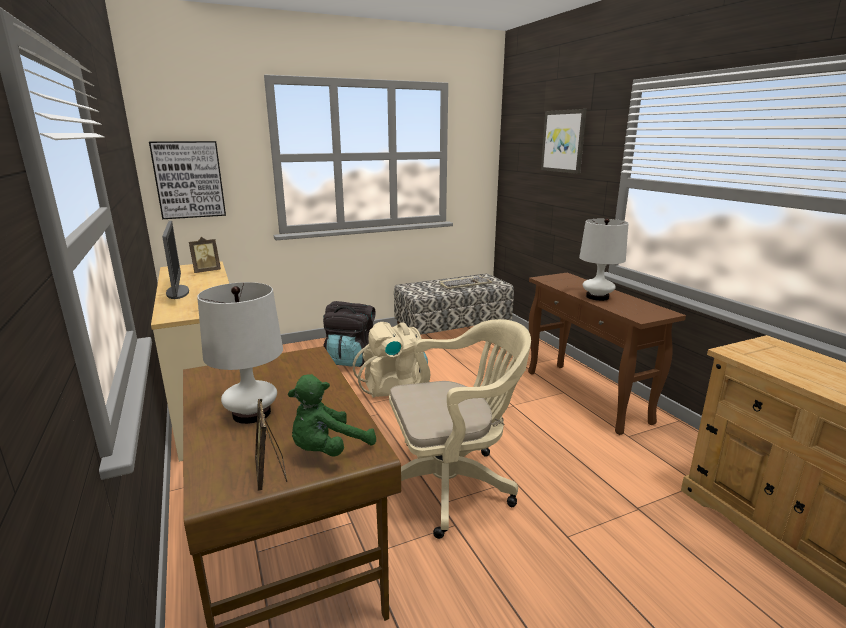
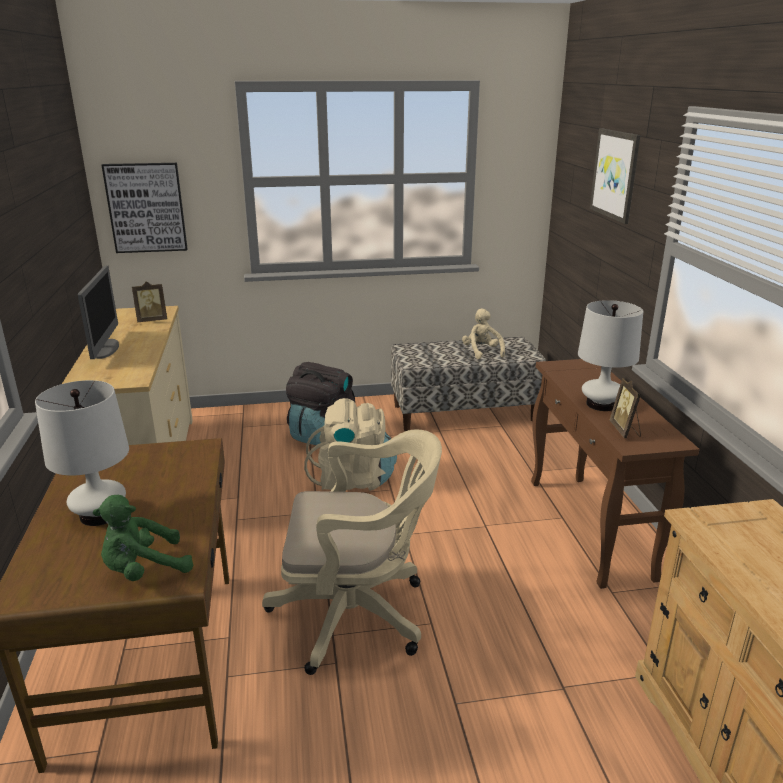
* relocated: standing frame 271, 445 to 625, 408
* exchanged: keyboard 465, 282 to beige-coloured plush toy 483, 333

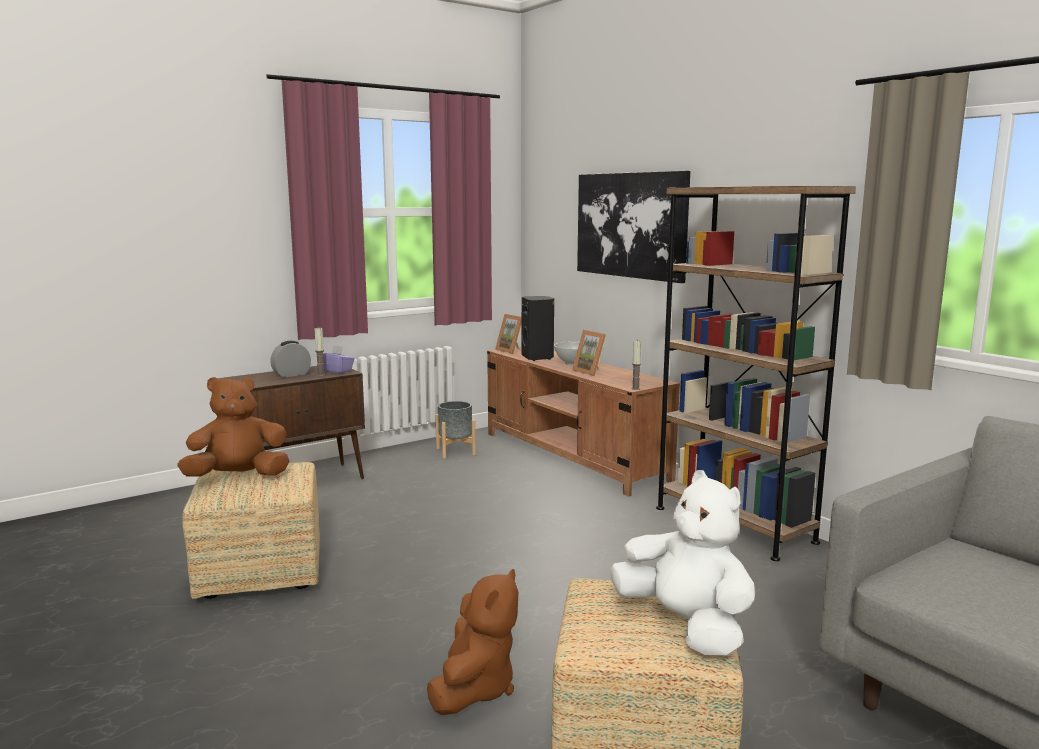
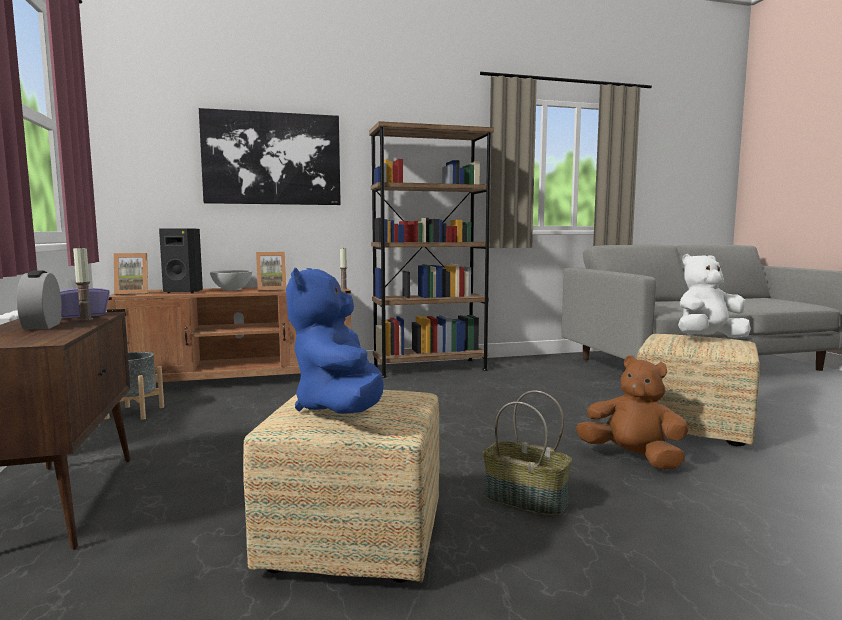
* colour: brownish plush toy 233, 426 to blue plush toy 335, 341
* appeared: storage basket 527, 454

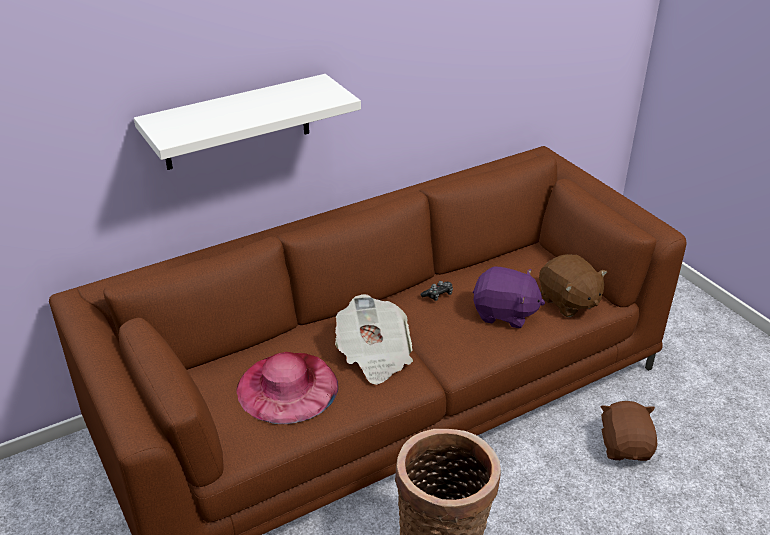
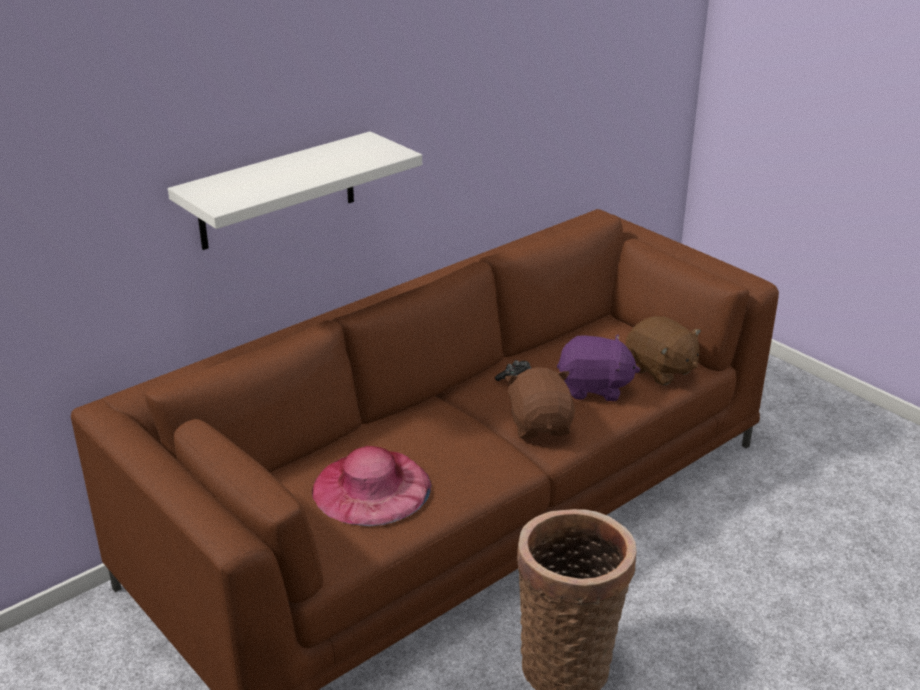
* missing: printed paper 374, 339
* relocated: brownish plush toy 629, 431 to 540, 403

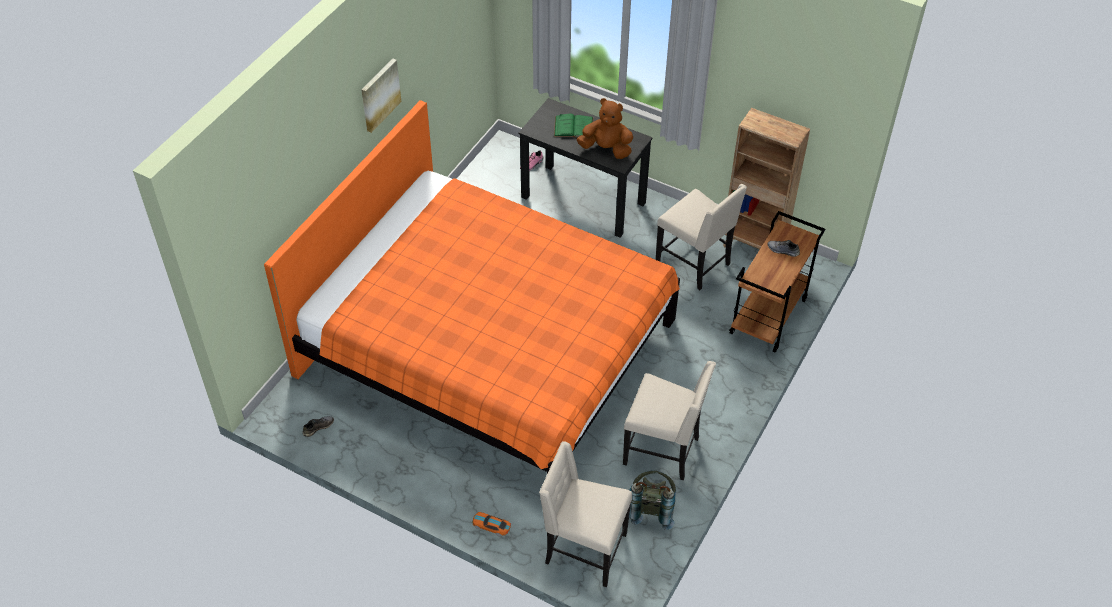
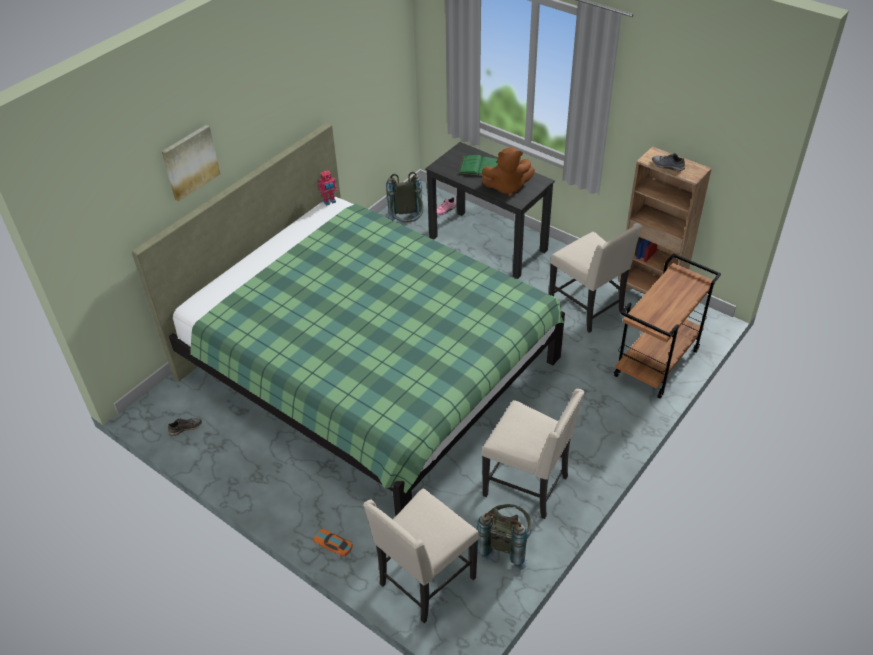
* colour: orange-coloured bedroom bed 472, 287 to green-coloured bedroom bed 348, 320
* relocated: wall art 381, 95 to 191, 163
* spun: beige-coloured chair 585, 514 = 421, 555 75 degrees counterclockwise
* spun: brownish plush toy 605, 128 = 508, 172 150 degrees clockwise
* relocated: grey item of footwear 784, 248 to 668, 162
* appeared: toy robot 328, 188
* appeared: grey rucksack 405, 197

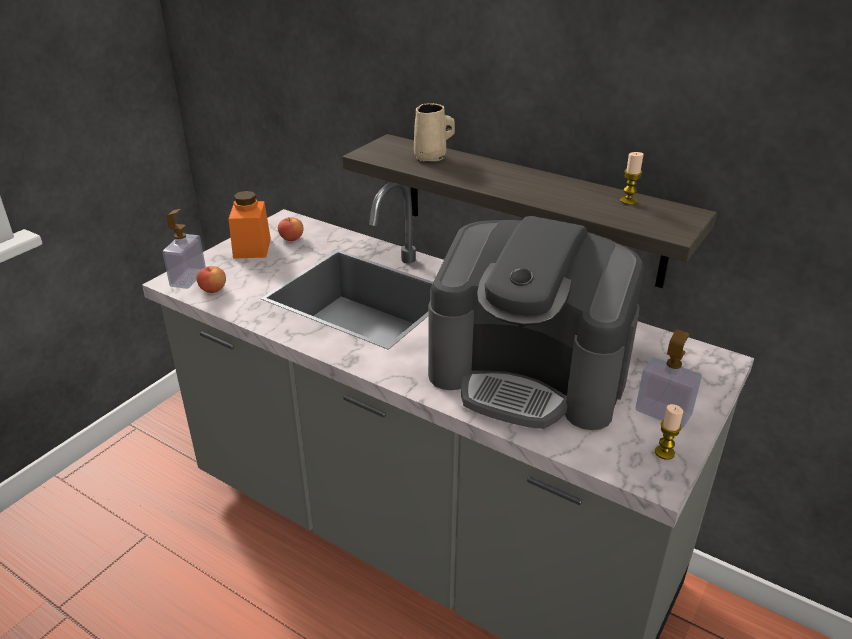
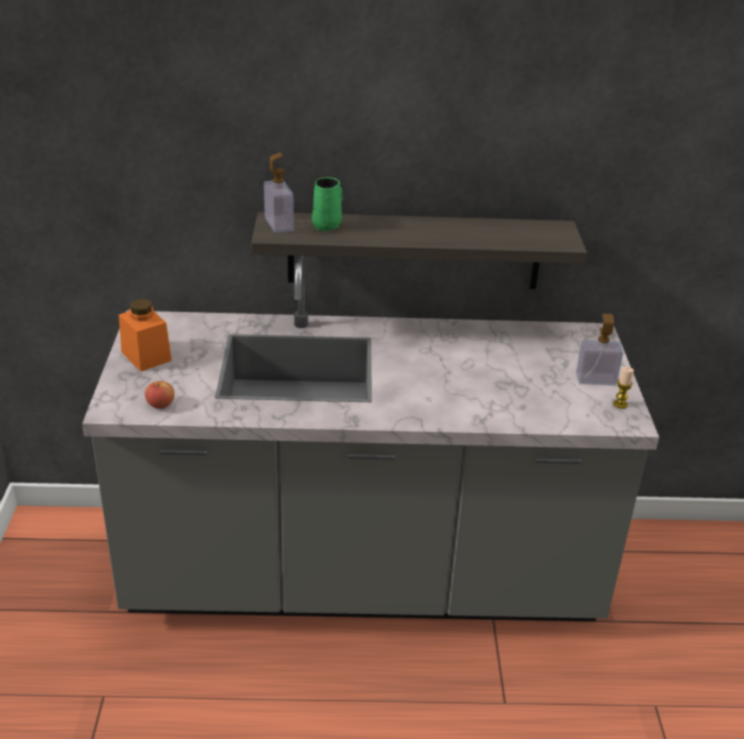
* relocated: soap bottle 184, 249 to 279, 192
* missing: apple 291, 229
* colour: beige-coloured mug 434, 132 to green-coloured mug 327, 204
* missing: coffee maker 536, 323
* missing: wax light 632, 178

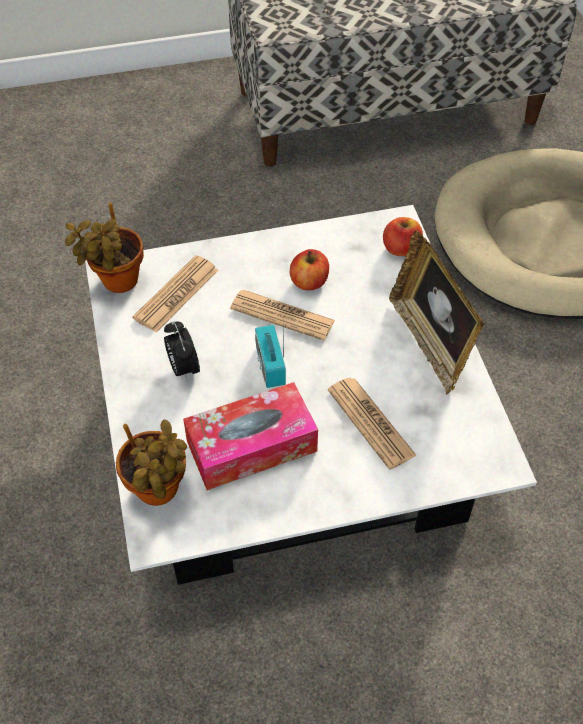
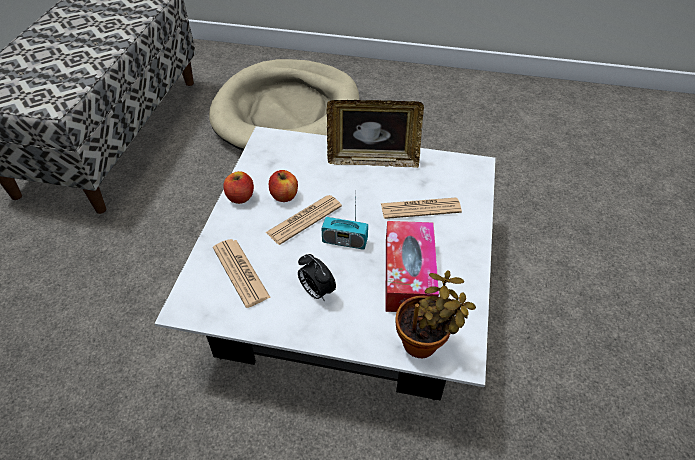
* missing: potted plant 104, 248
* spun: alarm clock 182, 351 = 317, 277 45 degrees clockwise
* relocated: apple 403, 236 to 238, 187

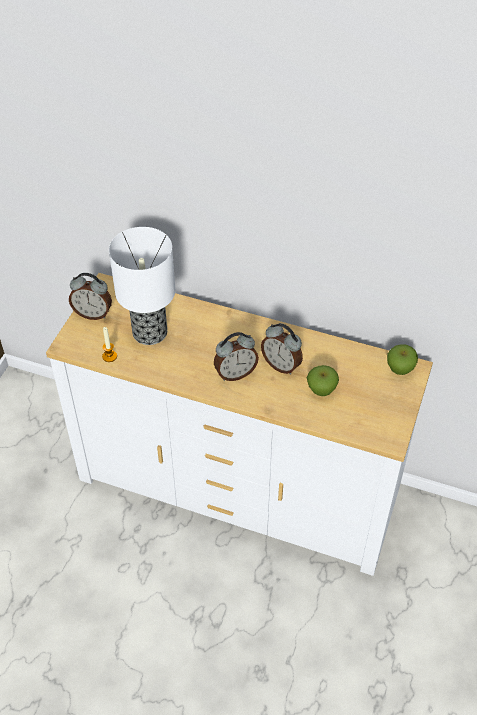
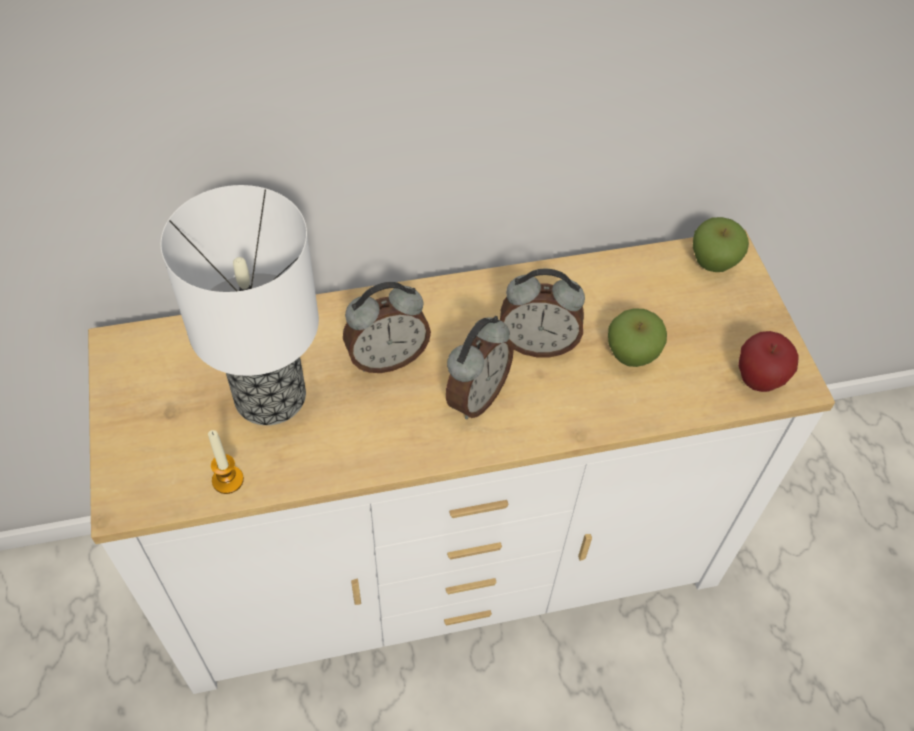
* relocated: alarm clock 90, 296 to 387, 327
* appeared: apple 768, 361

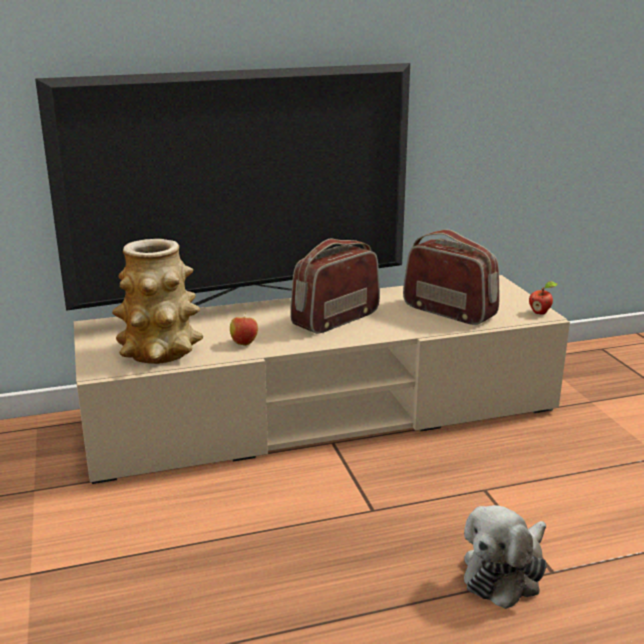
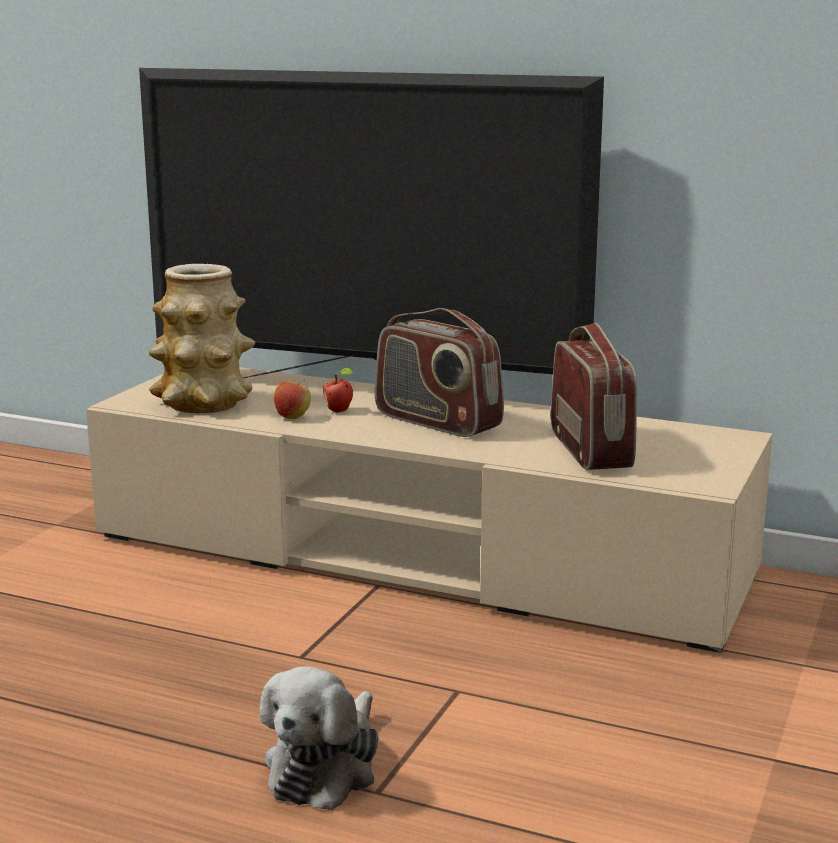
* spun: radio set 335, 286 = 439, 372 135 degrees counterclockwise
* spun: plush toy 505, 557 = 319, 738 60 degrees counterclockwise
* relocated: apple 543, 298 to 338, 390

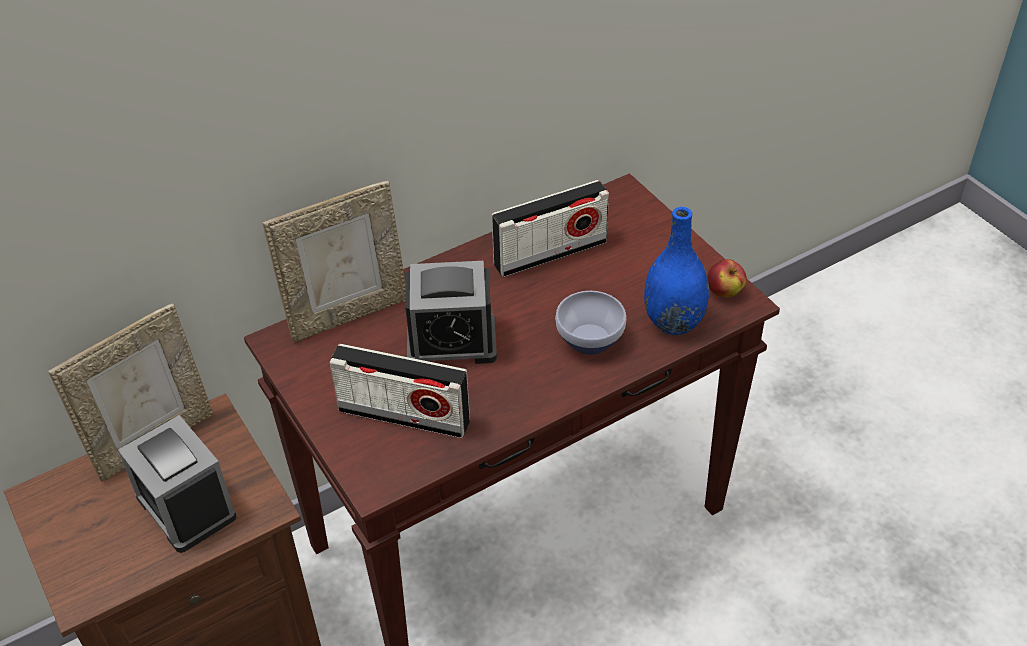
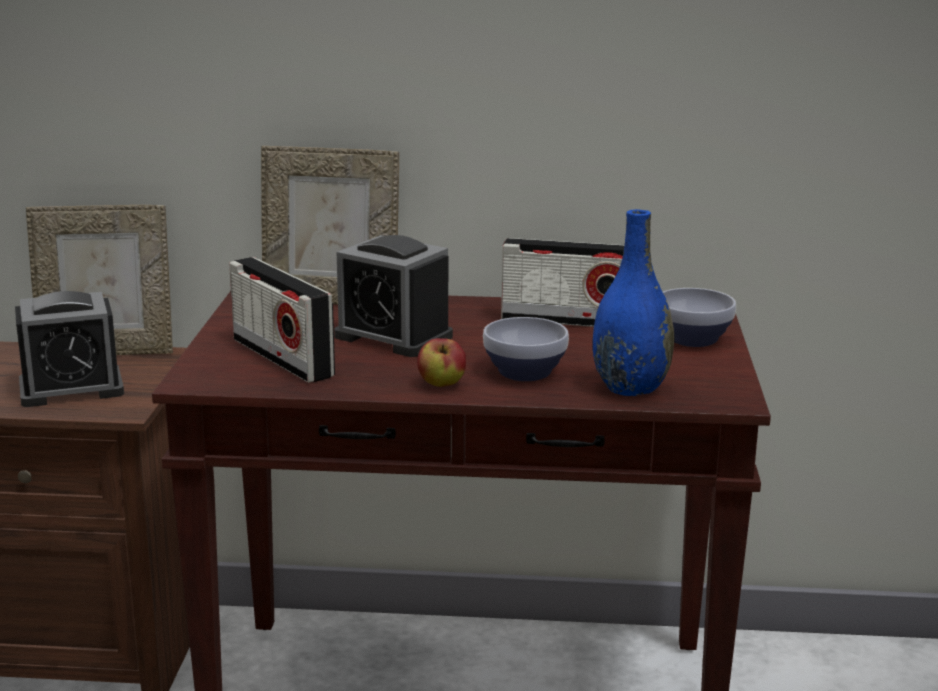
* spun: alarm clock 177, 484 = 69, 349 105 degrees counterclockwise
* relocated: apple 727, 278 to 441, 362
* appeared: bowl 699, 317

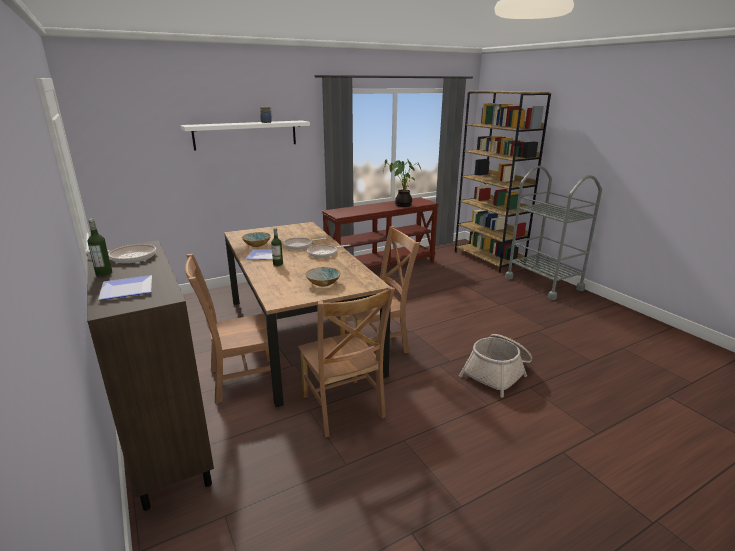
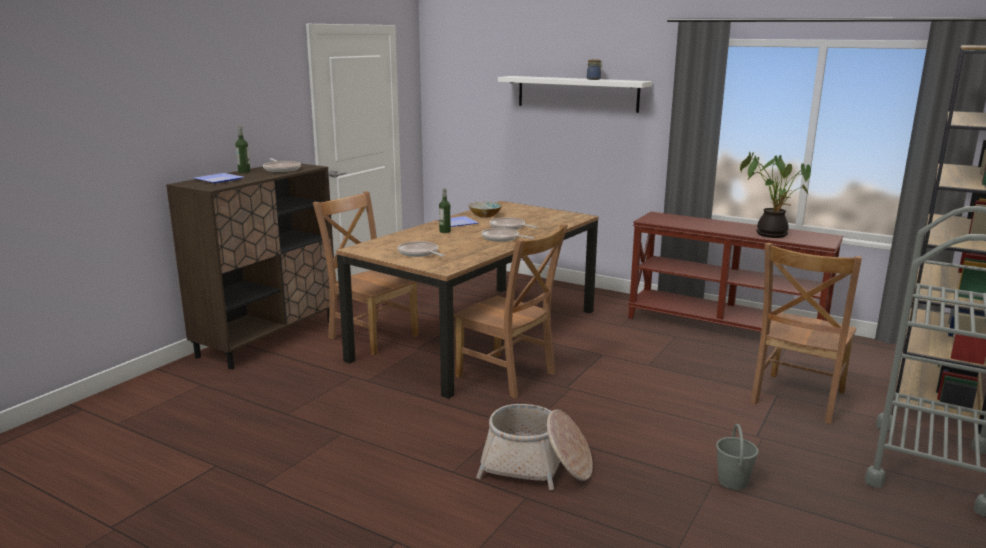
* relocated: brownish chair 346, 361 to 806, 333
* exchanged: bowl 323, 277 to skillet 421, 249
* appeared: grey bucket 737, 457

